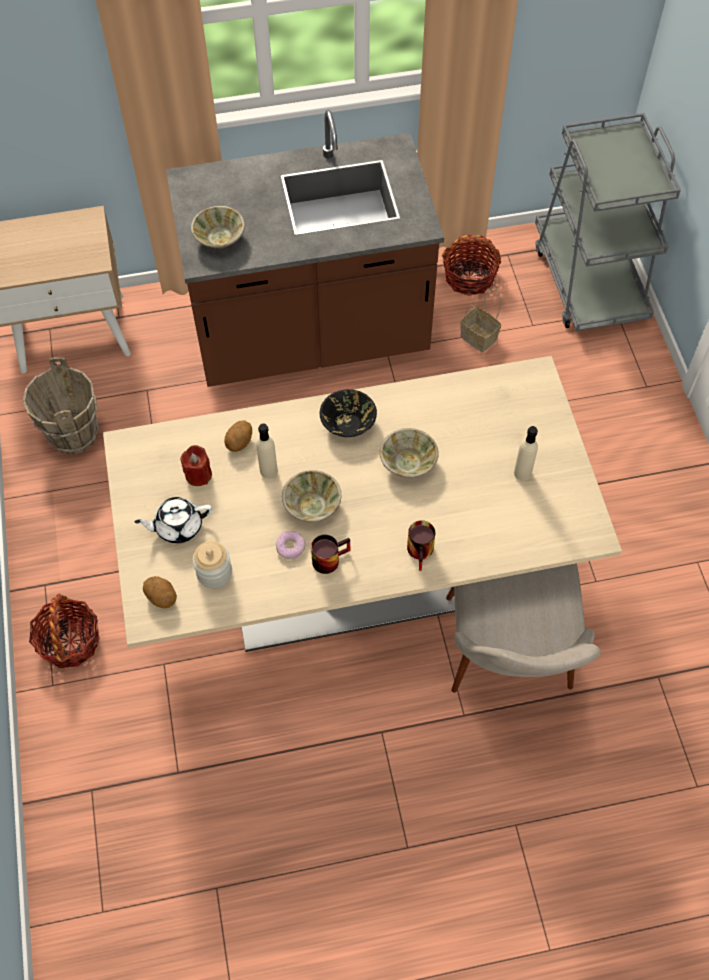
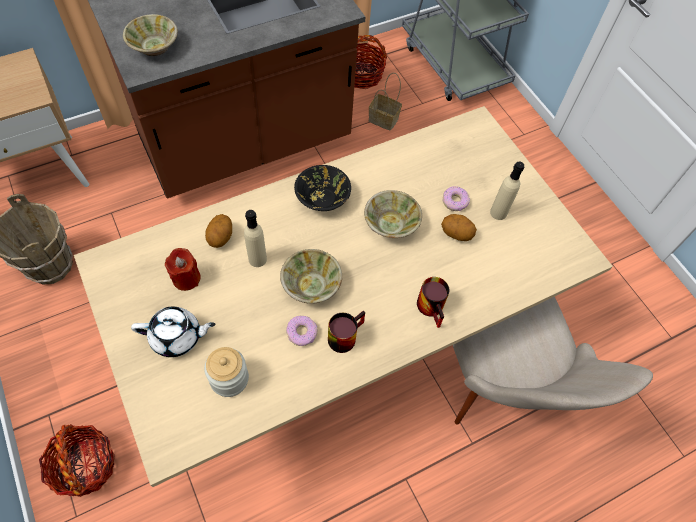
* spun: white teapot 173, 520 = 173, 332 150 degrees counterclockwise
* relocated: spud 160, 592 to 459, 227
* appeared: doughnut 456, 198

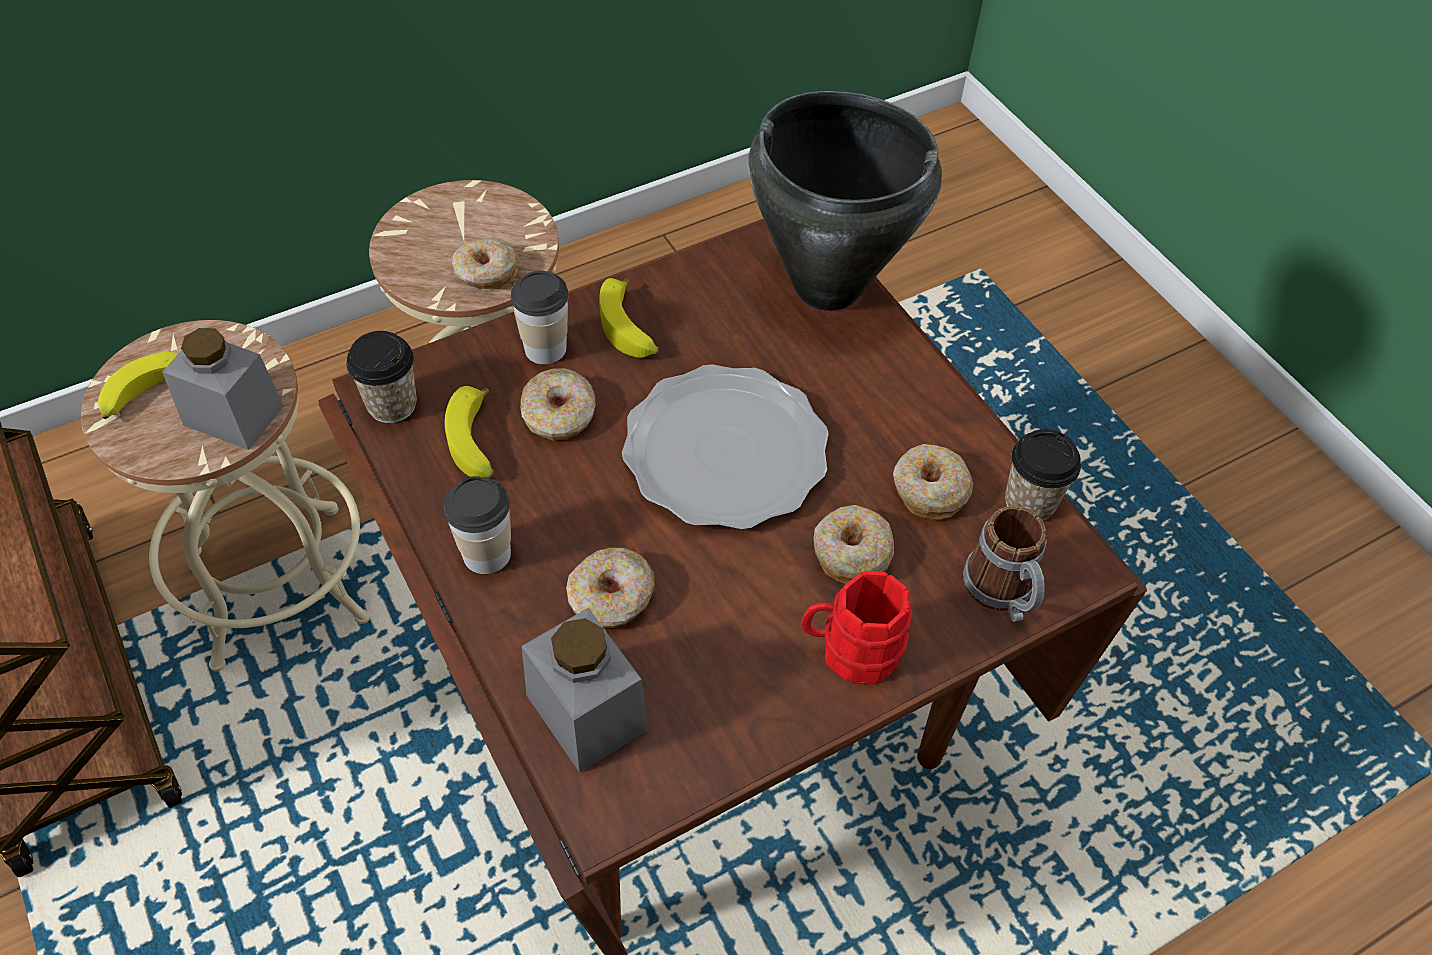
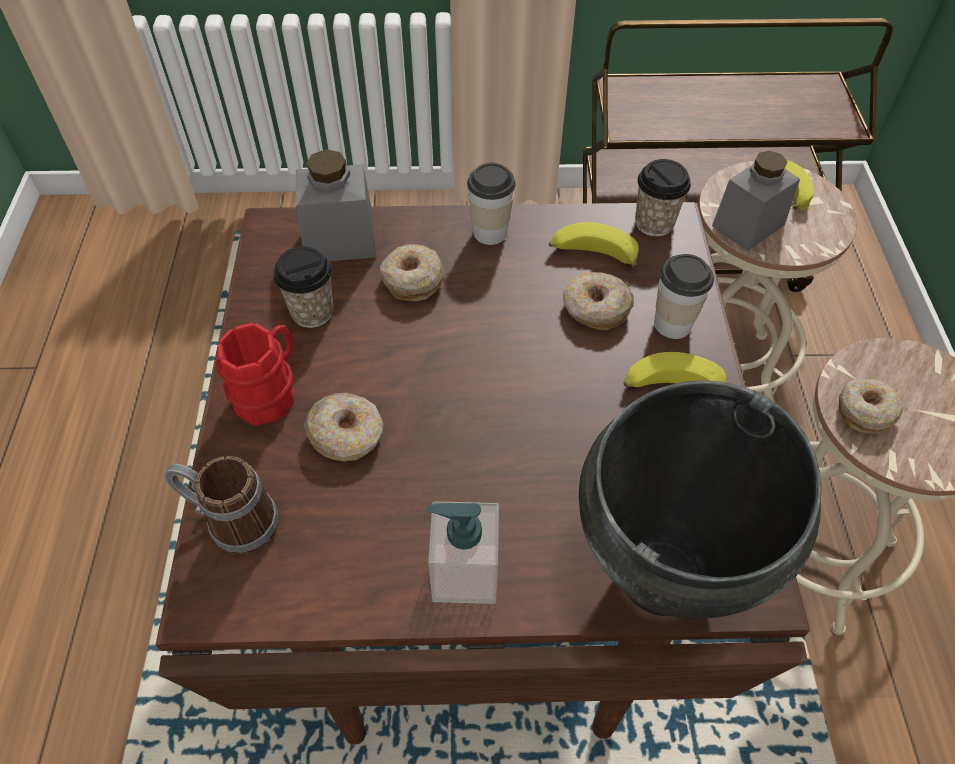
* missing: plate 725, 447
* missing: doughnut 933, 482
* relocated: cup 1043, 475 to 303, 287
* appeared: soap bottle 462, 552

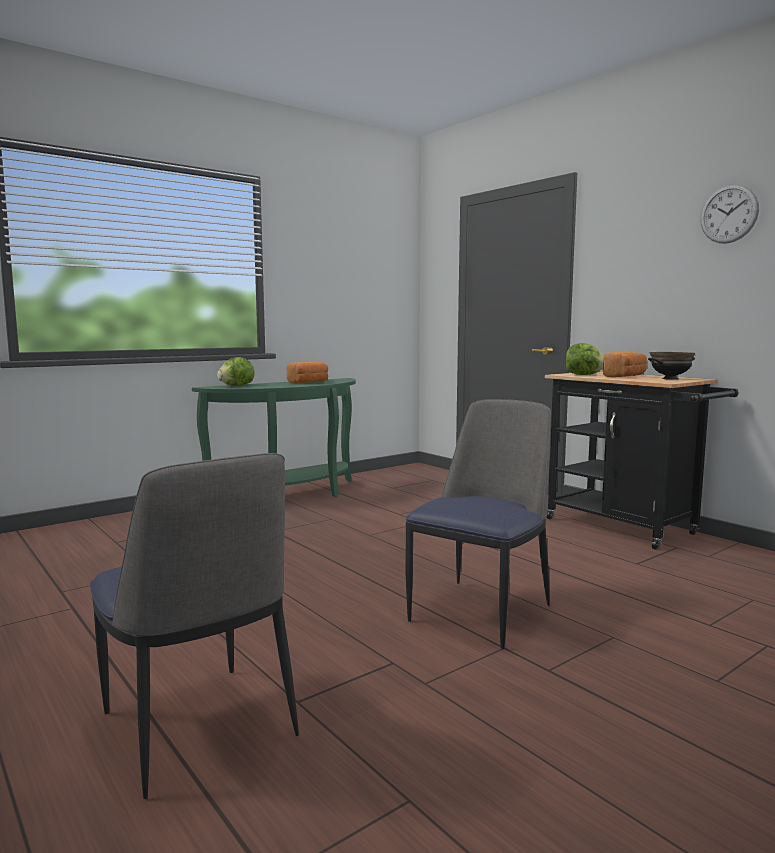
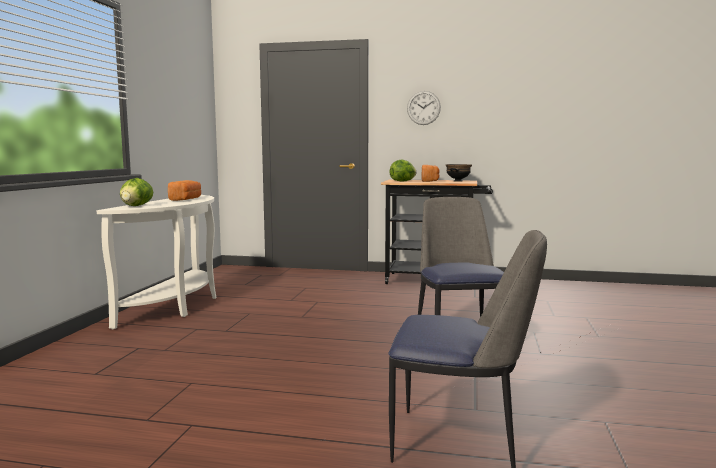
* colour: green-coloured hall table 274, 437 to white hall table 156, 262
* relocated: clock on the wall 729, 214 to 424, 108

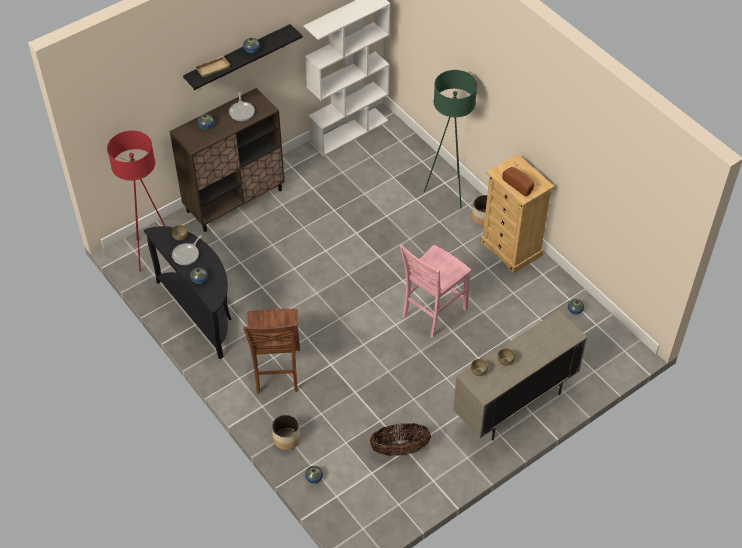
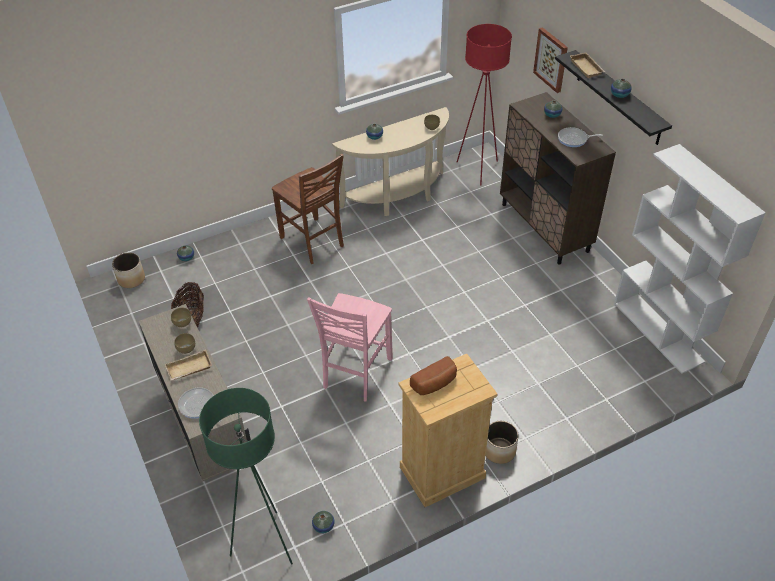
* colour: black-coloured hall table 187, 292 to beige-coloured hall table 390, 161
* relocated: skillet 187, 250 to 200, 405
* spun: brownish chair 272, 351 = 308, 209 135 degrees counterclockwise
* relocated: planter 286, 432 to 128, 270
* spun: pink chair 435, 291 = 350, 347 120 degrees counterclockwise
* relocated: green-coloured standard lamp 450, 139 to 246, 476
* appeared: beige-coloured tray 188, 365
* appeared: wall art 550, 60

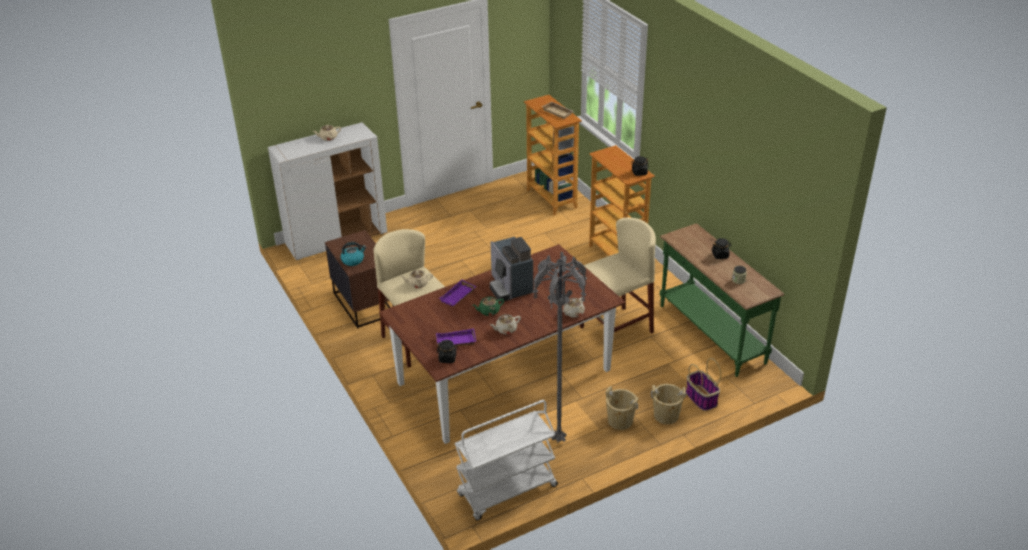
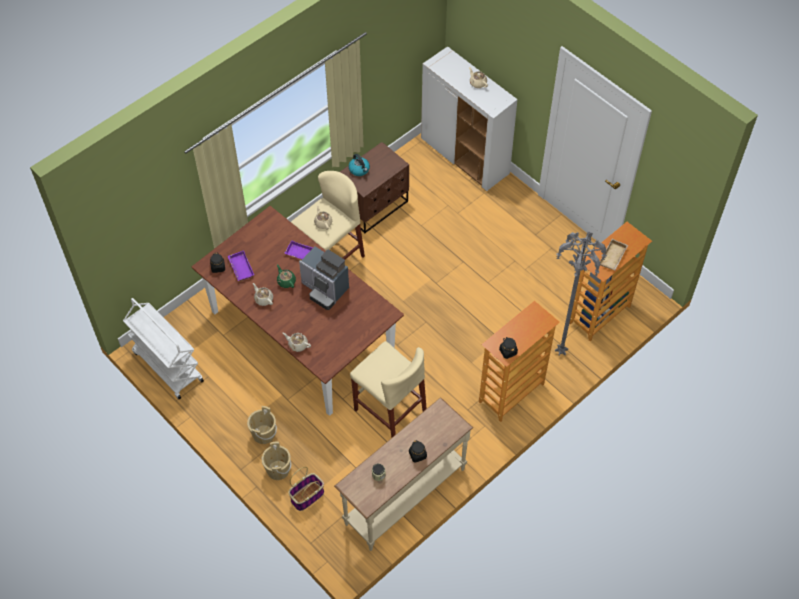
* spun: coffee maker 511, 269 = 324, 278 105 degrees counterclockwise
* relocated: grey standard lamp 559, 347 to 581, 293
* colour: green-coloured hall table 721, 300 to beige-coloured hall table 403, 474

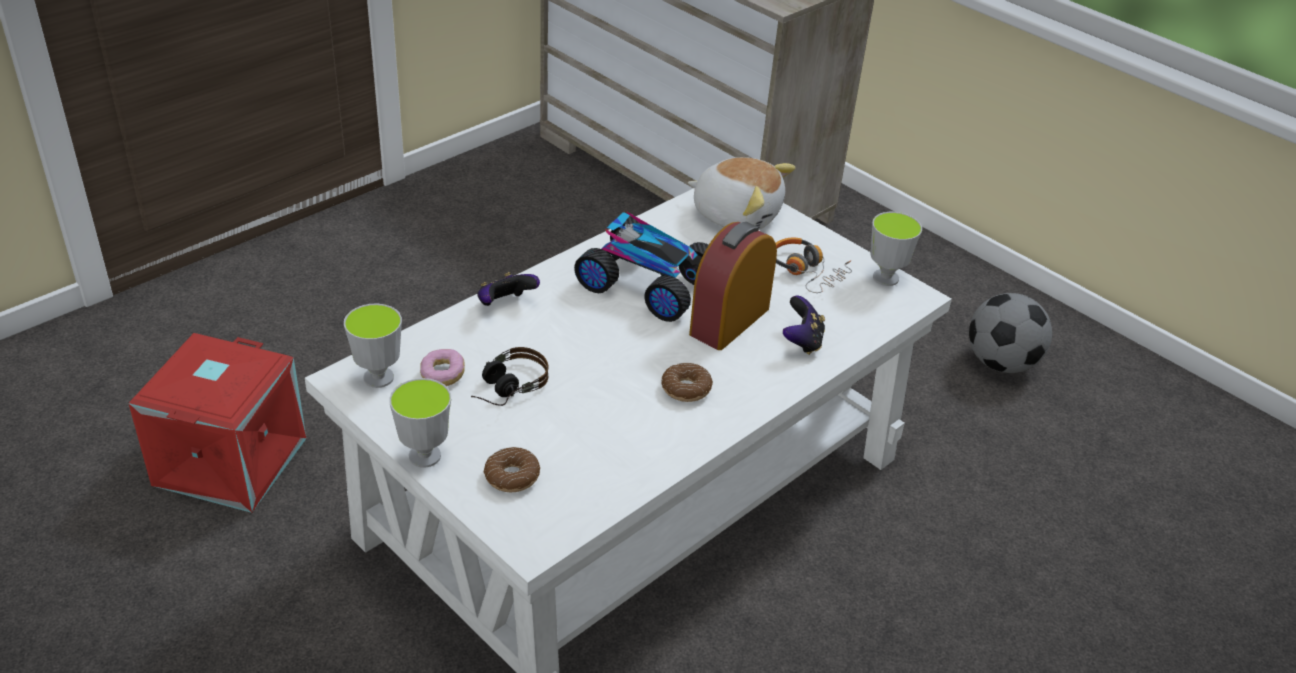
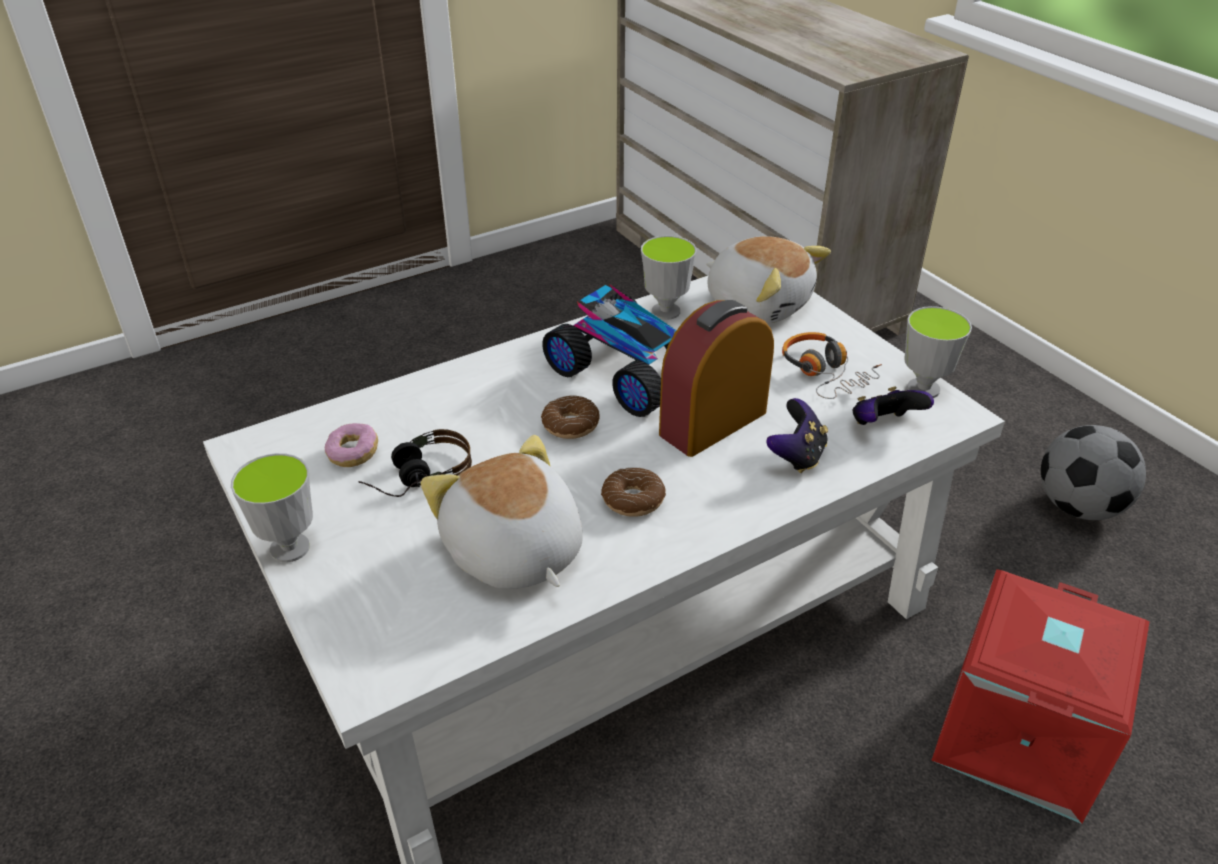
* relocated: reddish storage bin 217, 423 to 1040, 696
* relocated: cup 373, 346 to 668, 278
* relocated: game controller 508, 289 to 893, 405
* relocated: doughnut 512, 469 to 570, 417
* appeared: plush toy 502, 512

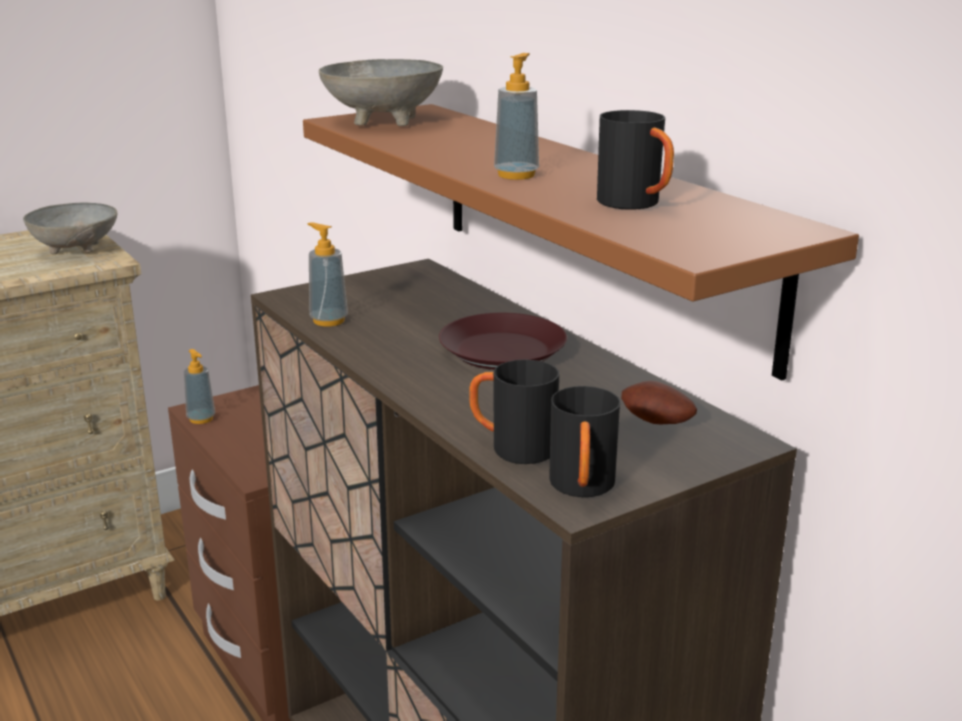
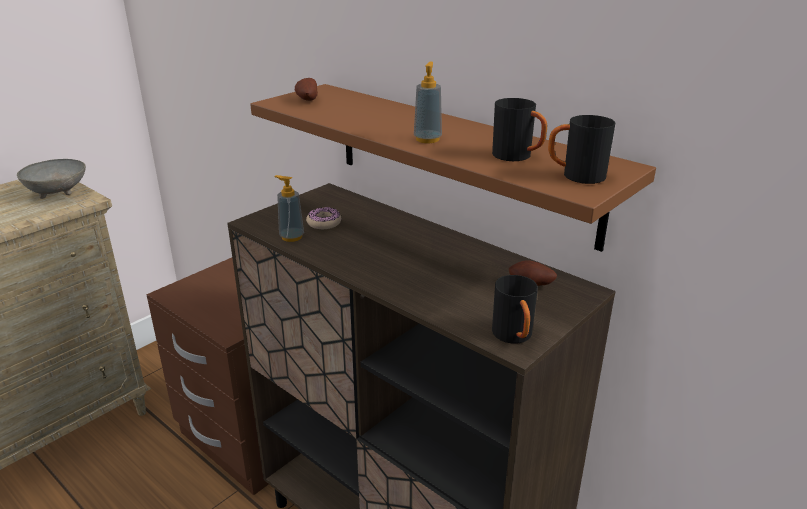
* missing: soap bottle 199, 386
* exchanged: grey bowl 381, 92 to spud 306, 89
* missing: brownish plate 503, 341
* relocated: black-coloured mug 514, 412 to 581, 149
* appeared: doughnut 323, 218

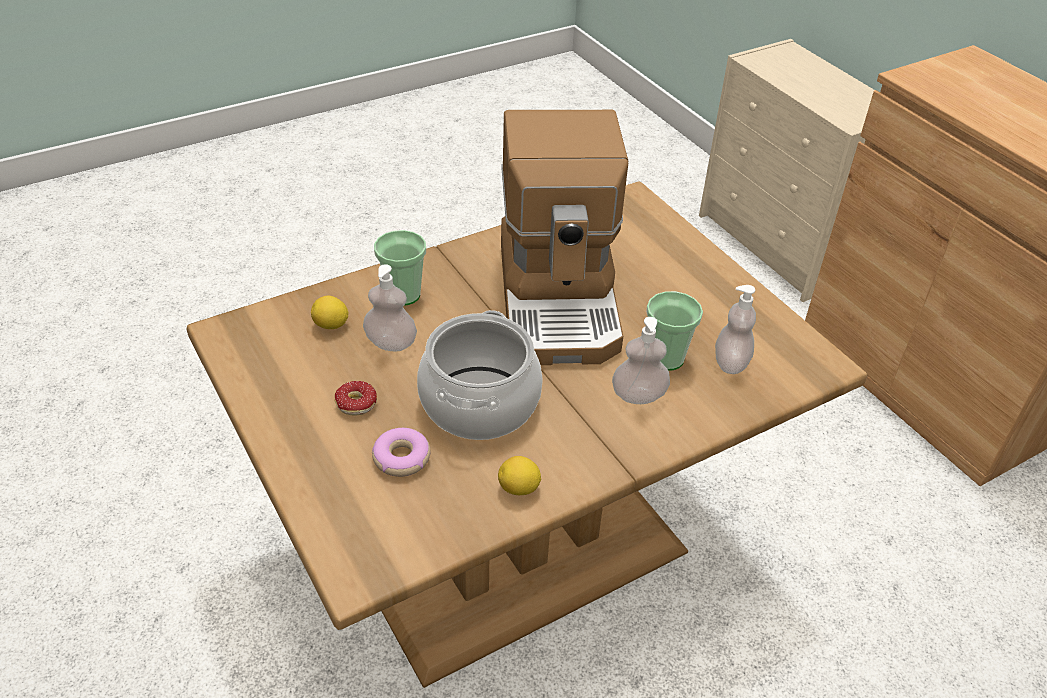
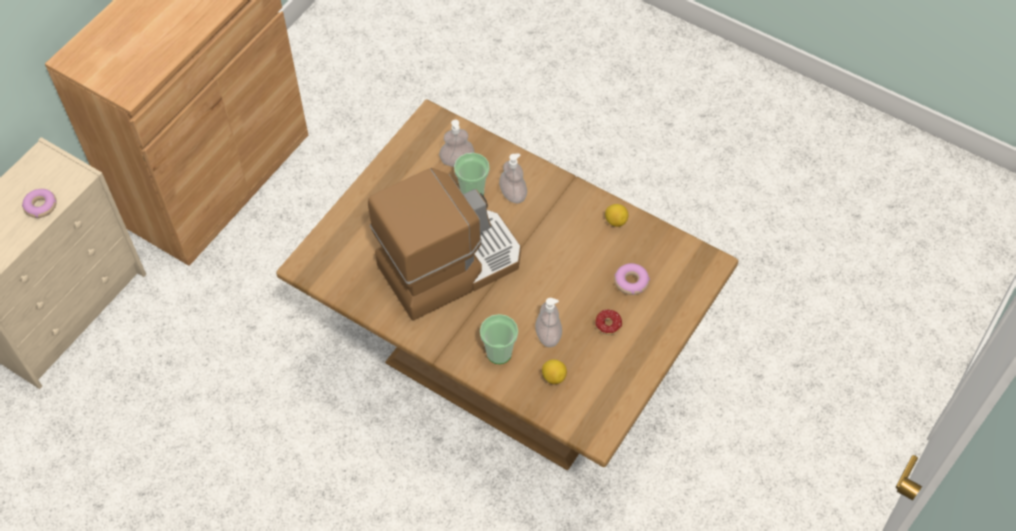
* missing: cooking pot 480, 375
* appeared: doughnut 39, 203

